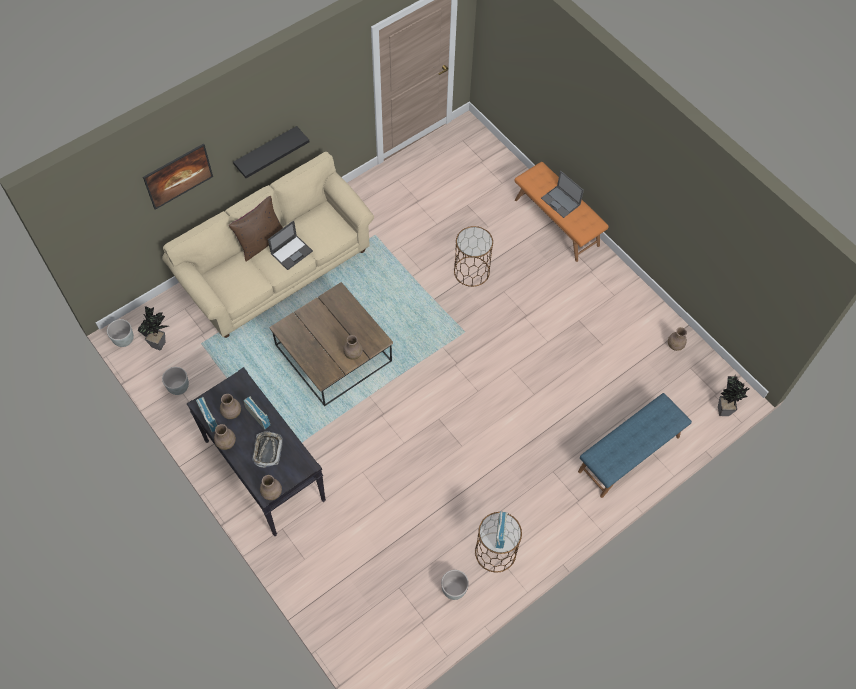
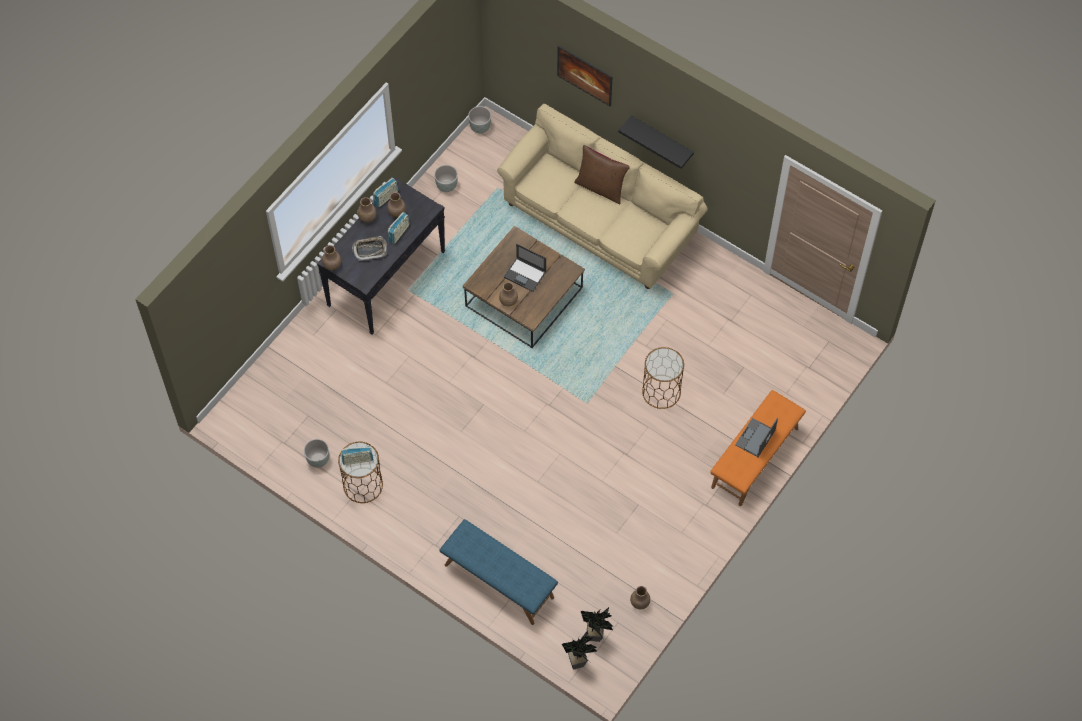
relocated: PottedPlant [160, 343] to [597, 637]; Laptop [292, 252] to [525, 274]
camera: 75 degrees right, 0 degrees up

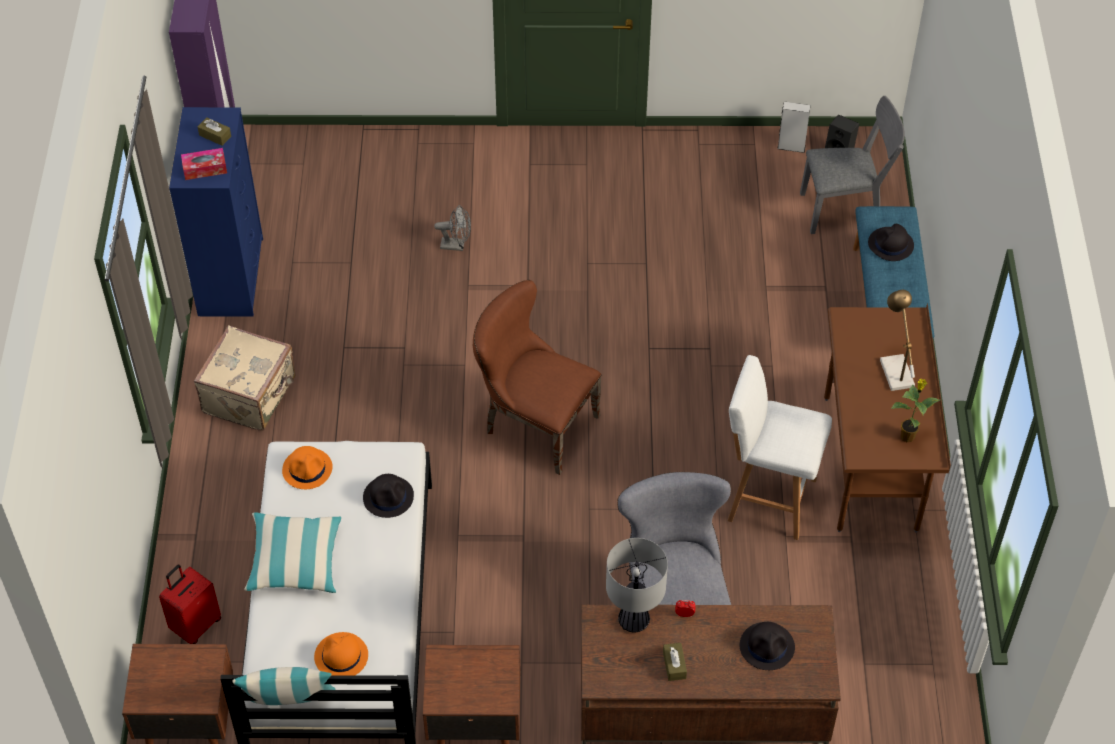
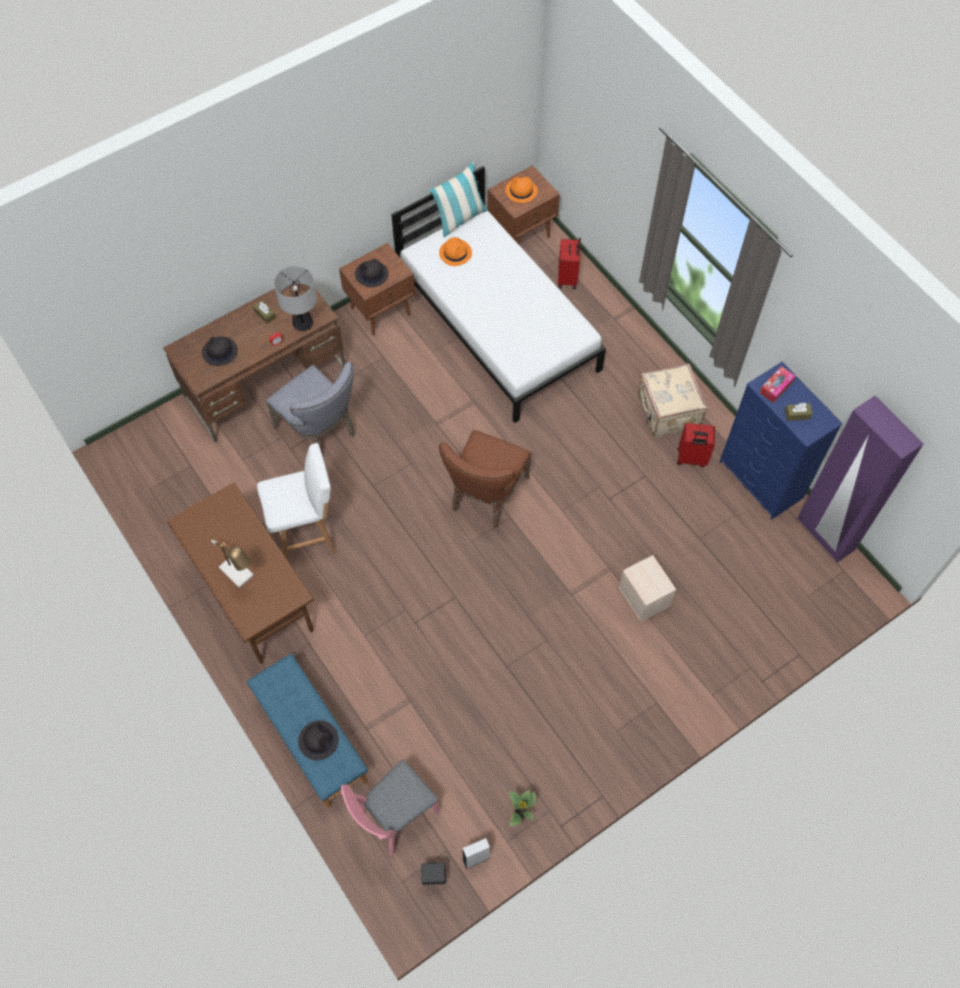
missing: Pillow [294, 560]
appeared: RedSuitcase [691, 459]
relocated: OrangeHat [308, 469] to [521, 191]; BlackHat [388, 497] to [371, 274]; PottedPlant [908, 436] to [520, 816]
exchanged: GreyFan [456, 245] to BeigeStorageBox [645, 596]
colour: GreyChair [846, 209] to PinkChair [394, 818]
spun: BrownChair [534, 424] = [486, 496] 120 degrees clockwise
camera: 145 degrees right, 10 degrees up

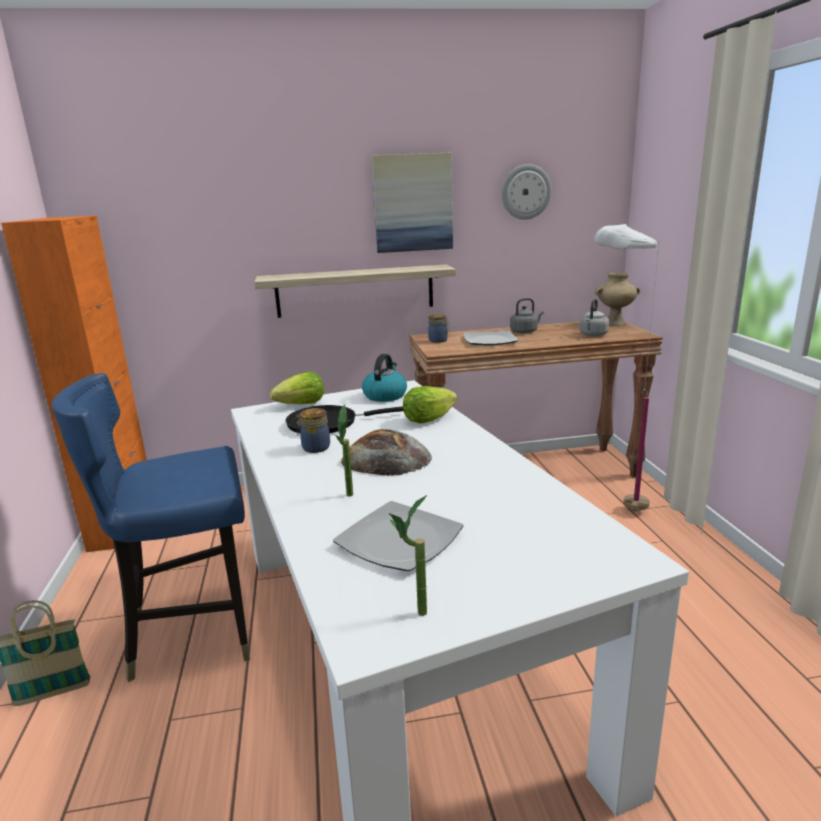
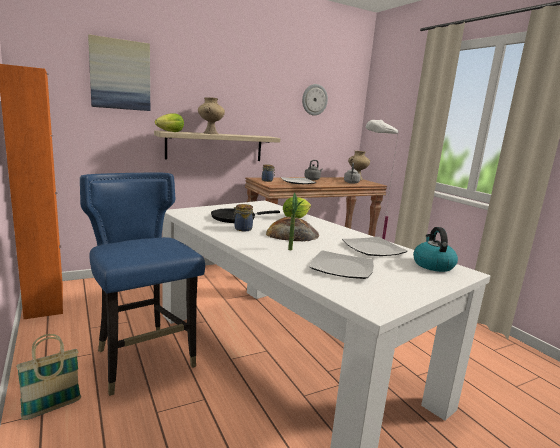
missing: PottedPlant [413, 615]
appeared: BeigeVase [210, 133]; Plate [373, 249]
relocated: Lettuce [302, 405] to [171, 132]; Kettle [385, 395] to [432, 265]; Picture [413, 203] to [120, 75]
spun: BlueChair [194, 633] = [143, 361] 90 degrees clockwise
camera: 20 degrees left, 5 degrees down

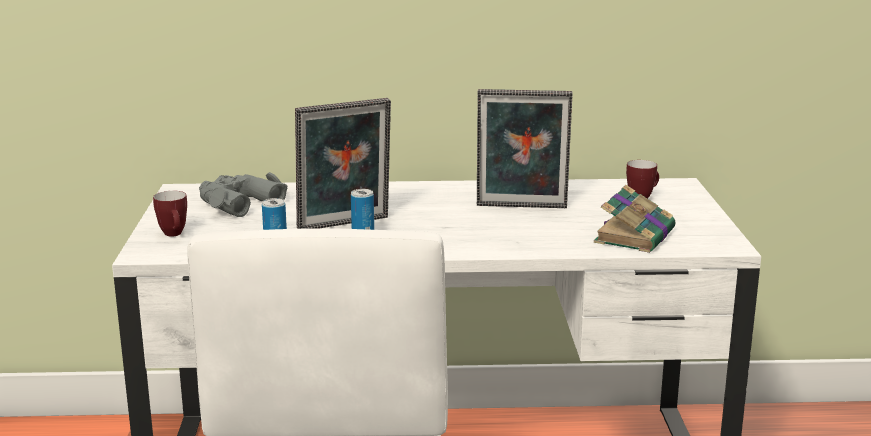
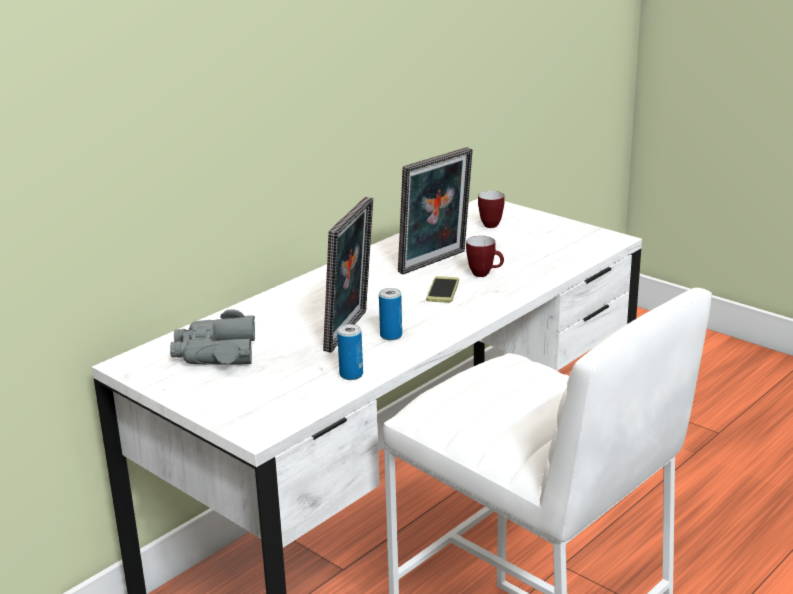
missing: Book [635, 235]
appeared: Phone [442, 290]
relocated: Mug [174, 235] to [484, 274]
camera: 45 degrees left, 5 degrees up

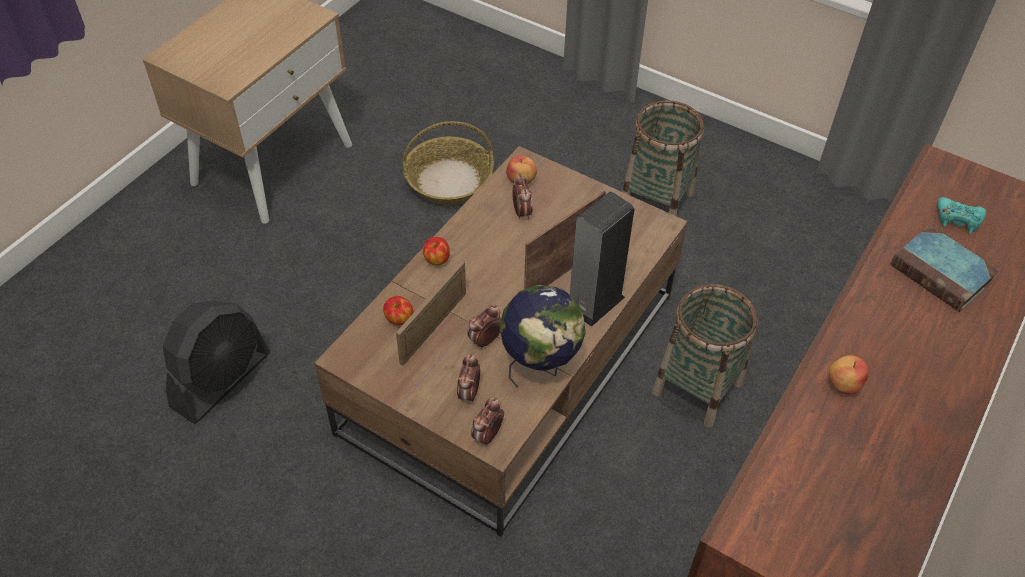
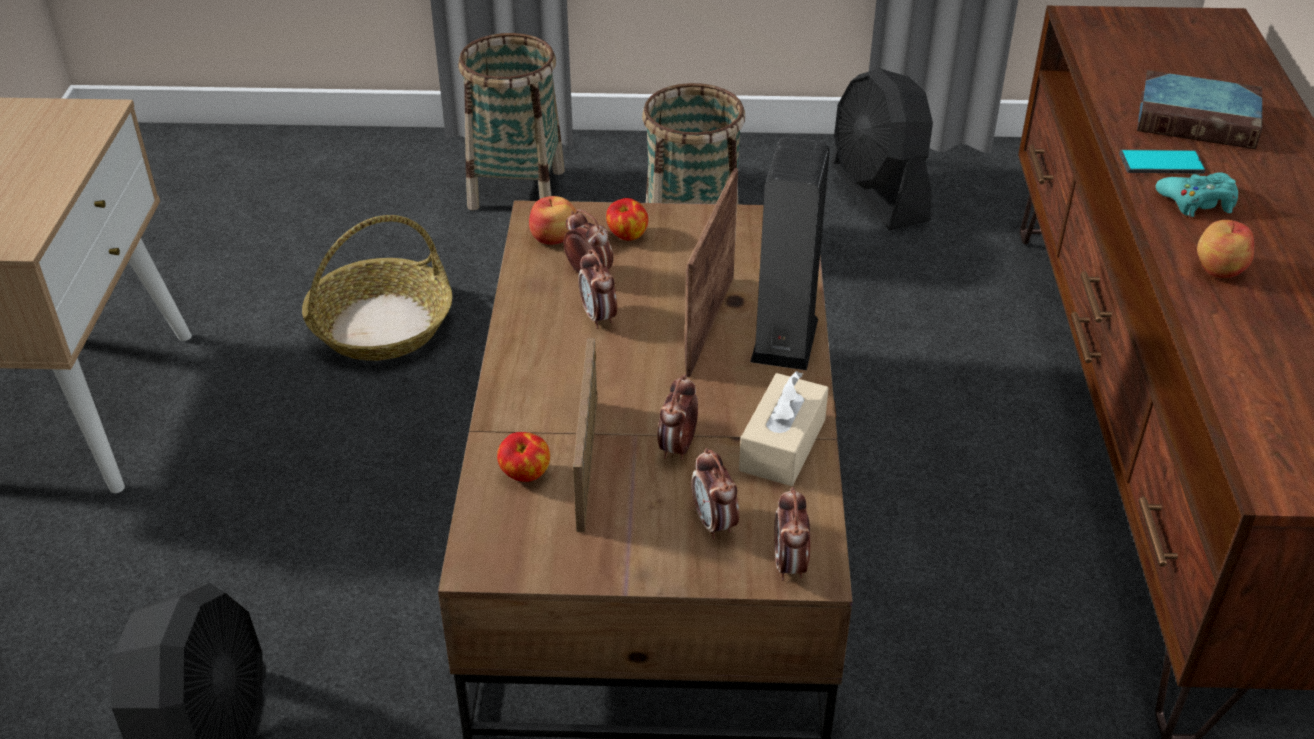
appeared: AlarmClock [599, 317]; BlackFan [878, 193]; Phone [1161, 163]
relocated: Apple [436, 260] to [627, 236]; Basket [698, 388] to [517, 189]; TurquoiseGameController [958, 219] to [1198, 202]
exchanged: Globe [540, 366] to BeigeTissueBox [782, 445]
camera: 30 degrees left, 10 degrees down

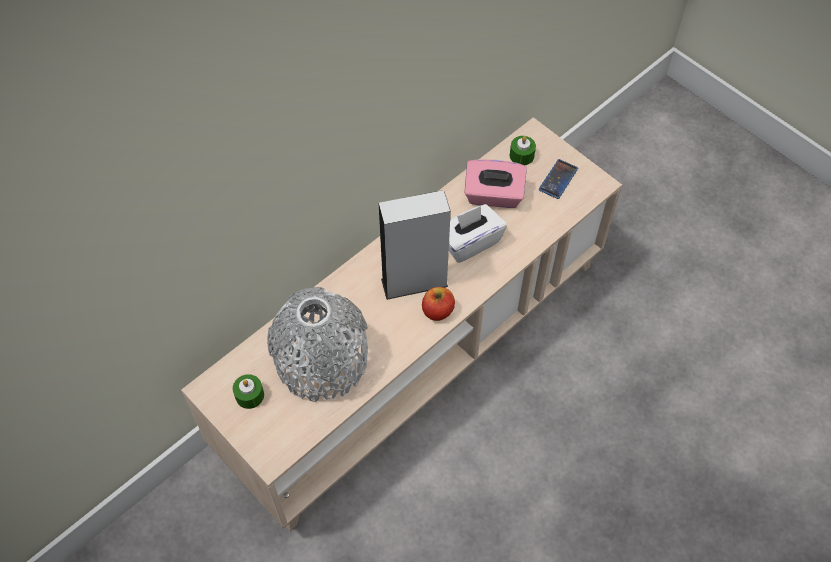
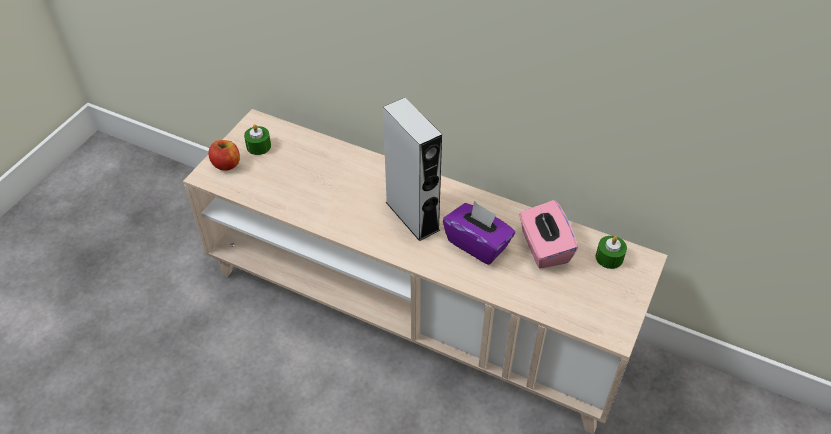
missing: GreyVase [322, 361]; Phone [558, 179]
relocated: Apple [437, 311] to [226, 164]
colour: WhiteTissueBox [469, 242] to PurpleTissueBox [477, 244]
camera: 70 degrees right, 10 degrees down

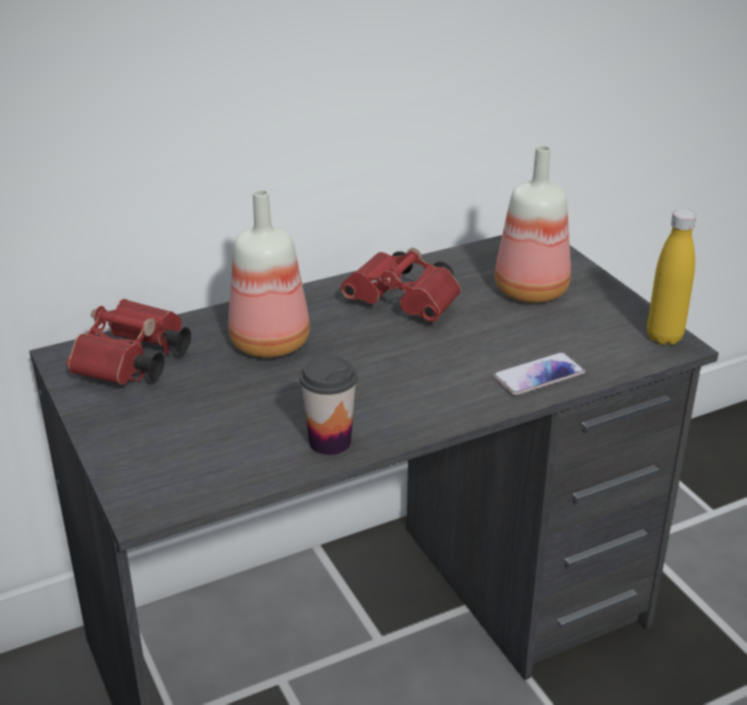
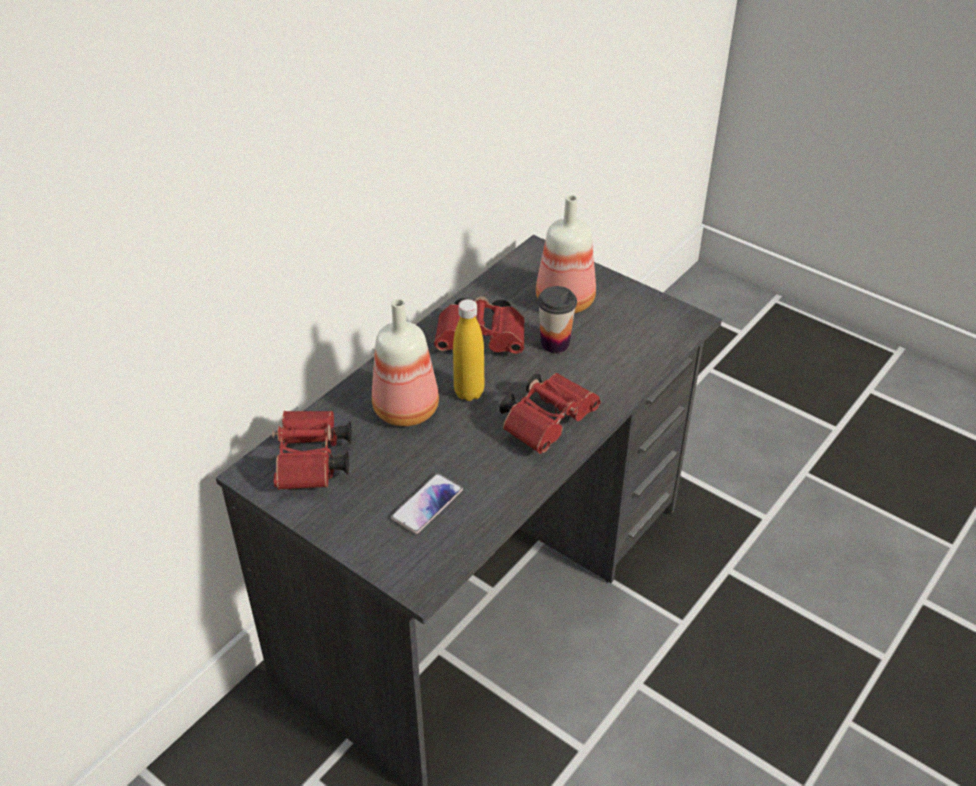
appeared: RedBinoculars [549, 422]
relocated: Cup [330, 442] to [555, 343]; Phone [538, 375] to [427, 504]; YellowBottle [664, 337] to [469, 392]
camera: 25 degrees left, 10 degrees up

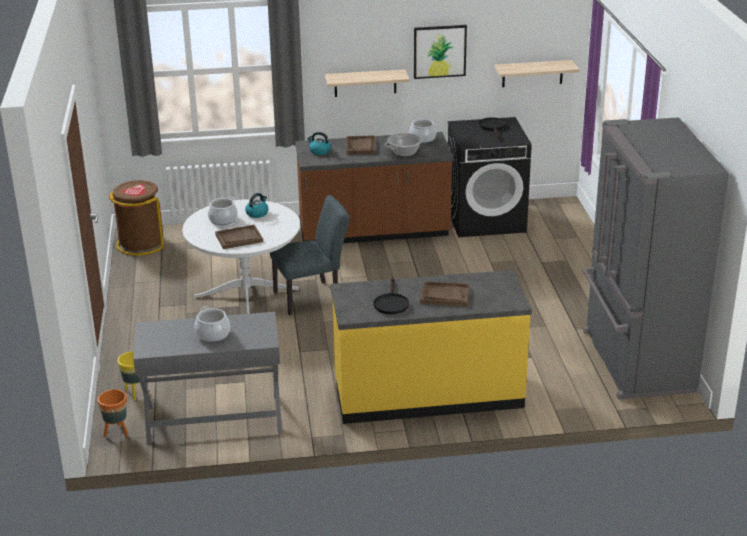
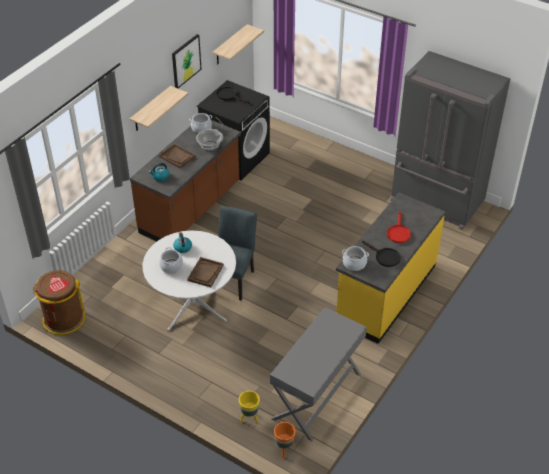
relocated: CookingPot [213, 334] to [354, 263]
exchanged: BrownTray [444, 295] to RedFryingPan [398, 232]
camera: 50 degrees left, 15 degrees up

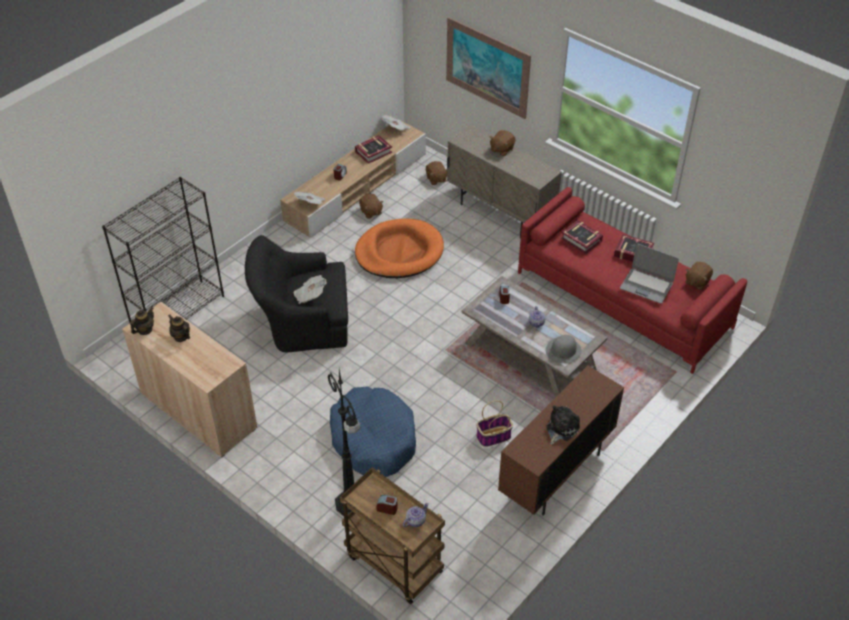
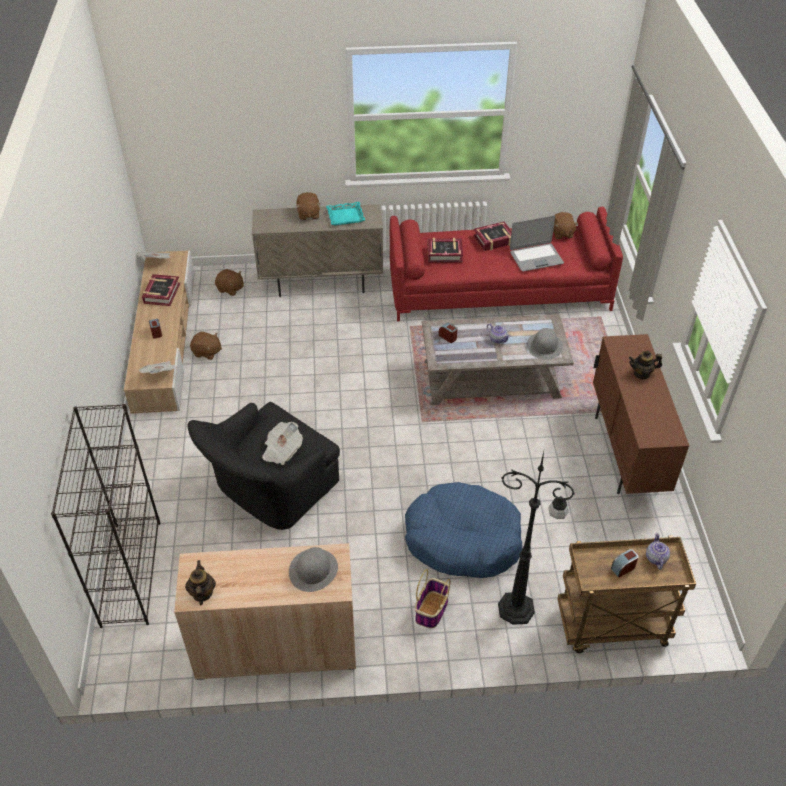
missing: OrangeDogBed [399, 252]; Picture [487, 67]; PlushToy [561, 428]
appeared: GreyHat [313, 569]; TurquoiseTray [345, 216]
relocated: Teapot [181, 337] to [642, 373]; Basket [493, 437] to [431, 610]
camera: 45 degrees left, 0 degrees up

